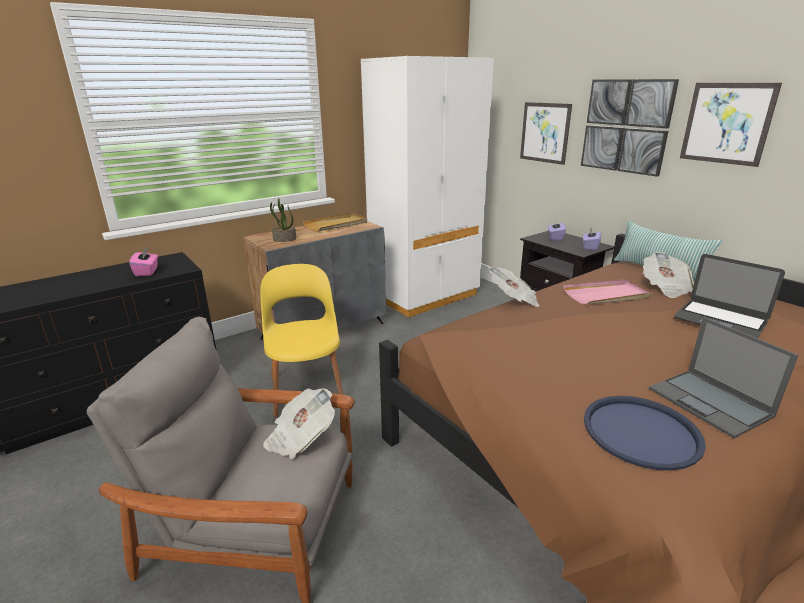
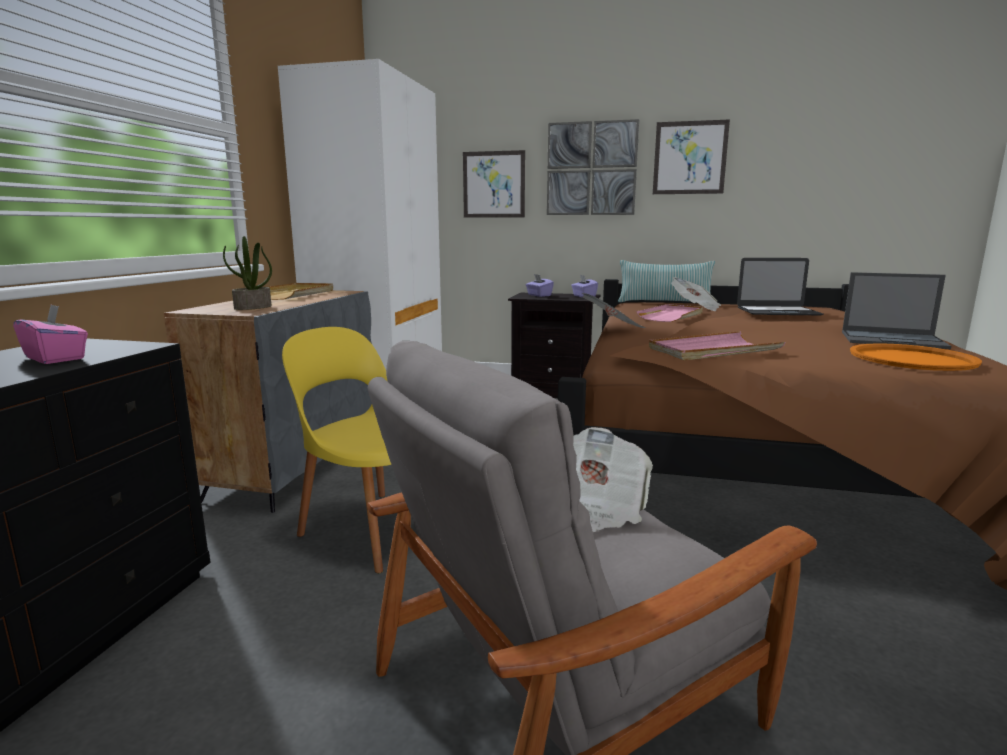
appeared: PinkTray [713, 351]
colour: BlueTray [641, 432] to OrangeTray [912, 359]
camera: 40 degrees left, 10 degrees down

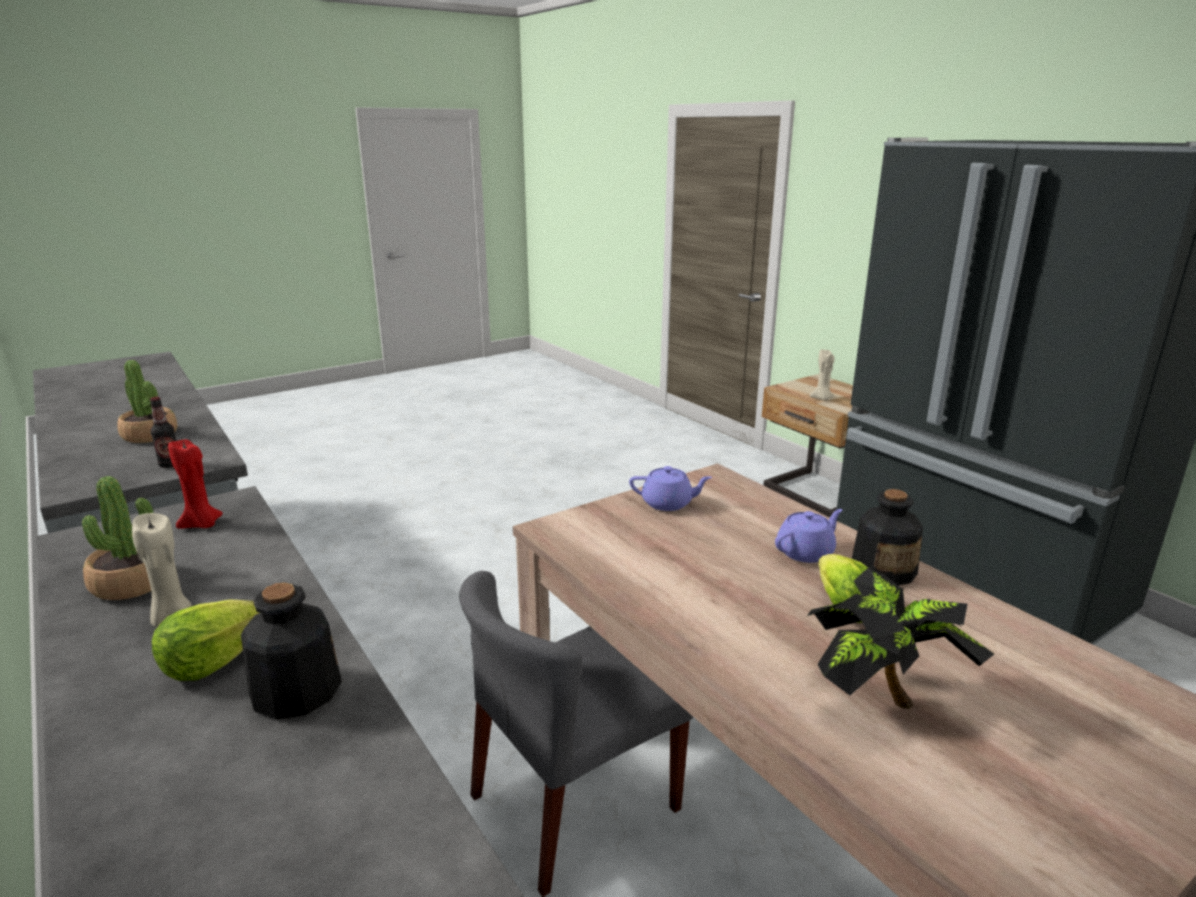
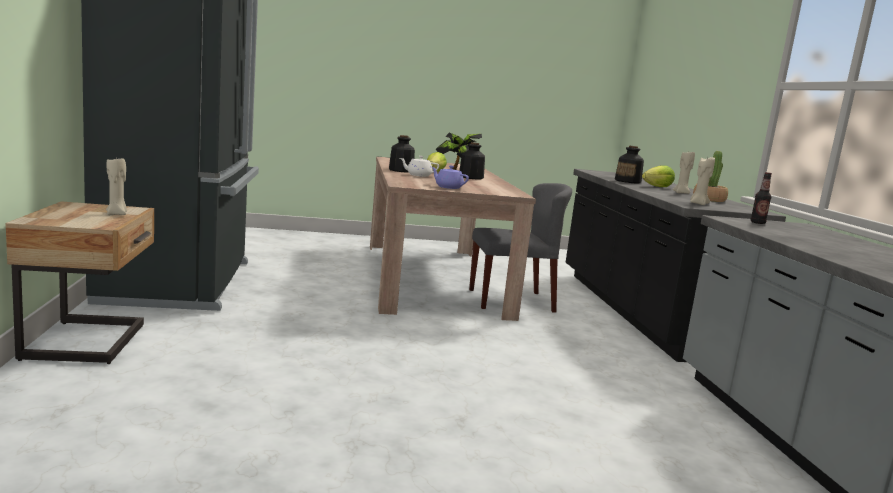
missing: PottedPlant [150, 435]
appeared: Bottle [470, 177]
colour: RedCandle [202, 525] to BeigeCandle [698, 203]; PurpleTeapot [806, 552] to WhiteTeapot [418, 175]
camera: 155 degrees left, 10 degrees down

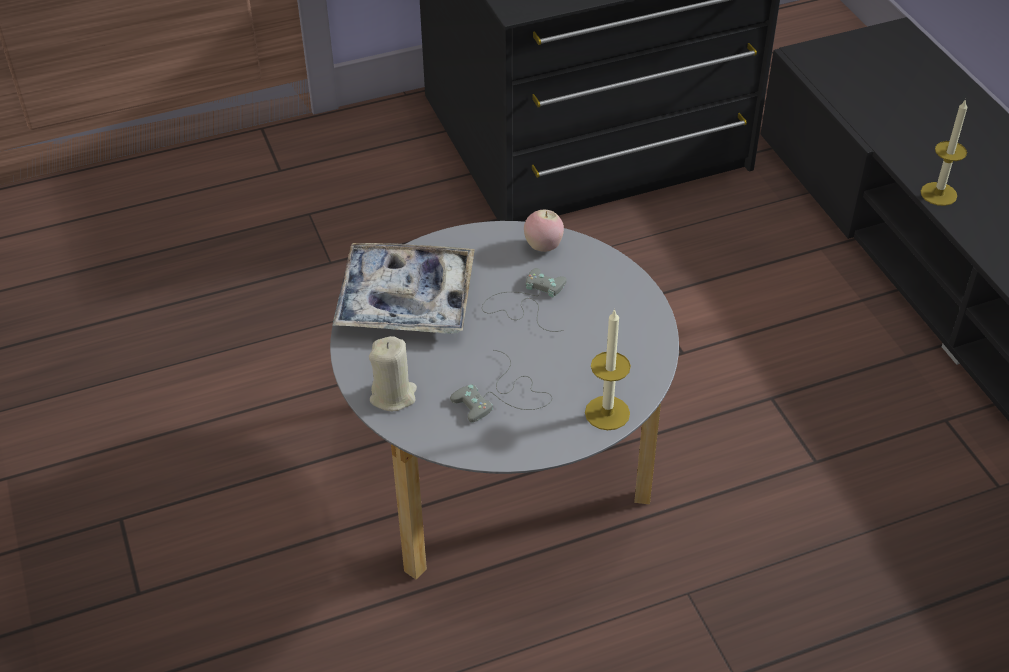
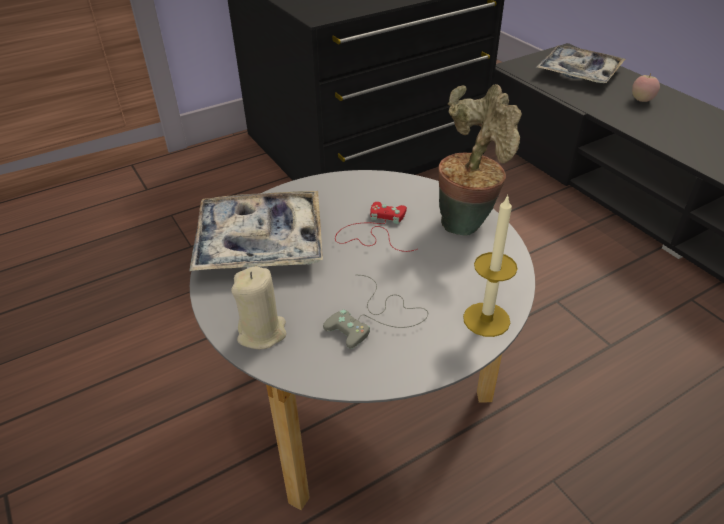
missing: Candle [938, 194]
appeared: PottedPlant [468, 221]; Tray [578, 73]
relocated: Apple [543, 246] to [641, 100]
colour: GreyGameController [526, 303] to RedGameController [375, 231]
camera: 10 degrees left, 5 degrees down

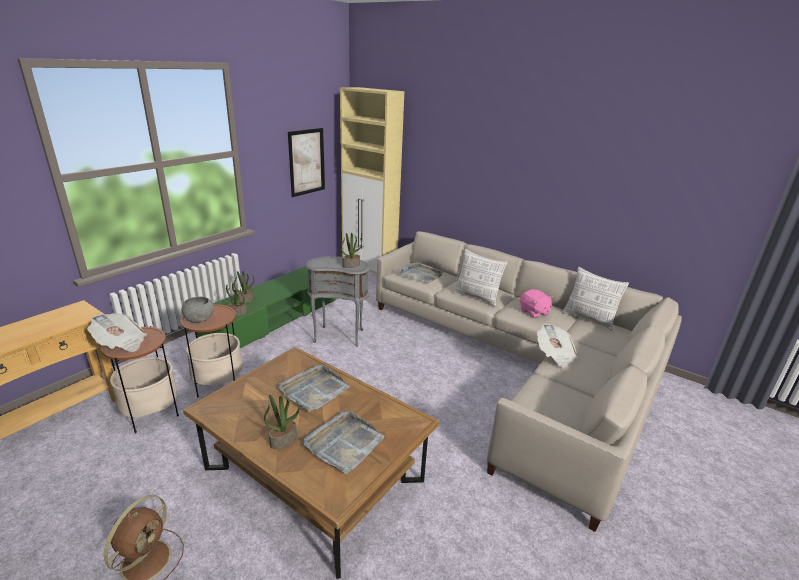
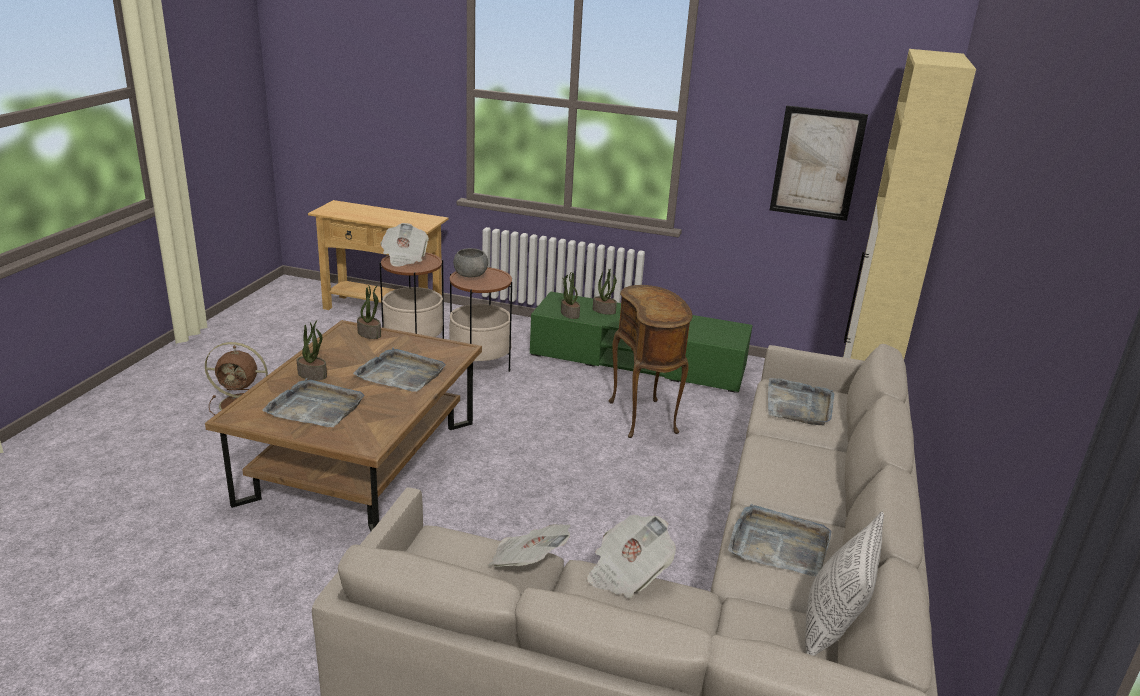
missing: Pillow [477, 297]
appeared: Newspaper [528, 562]
relocated: PottedPlant [351, 265] to [370, 334]
exchanged: PinkPlushToy [534, 312] to GreyTray [778, 544]
colour: GreySideTable [339, 335] to BrownSideTable [645, 418]
camera: 70 degrees right, 0 degrees up

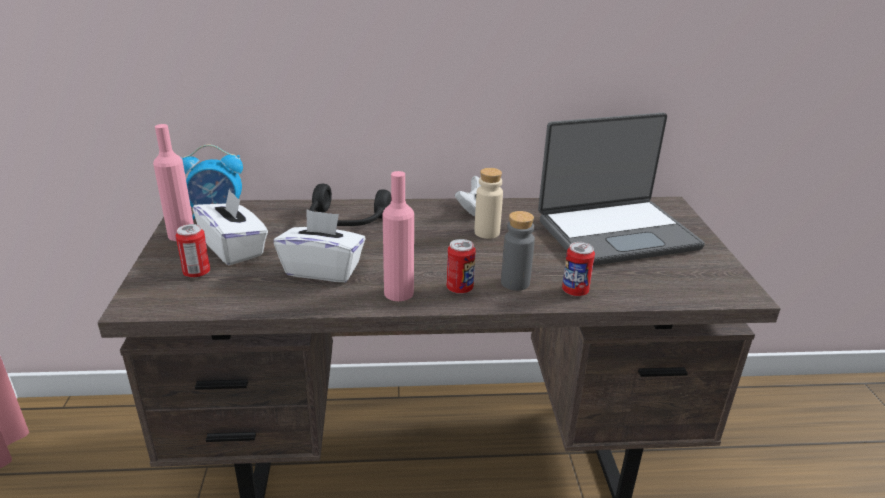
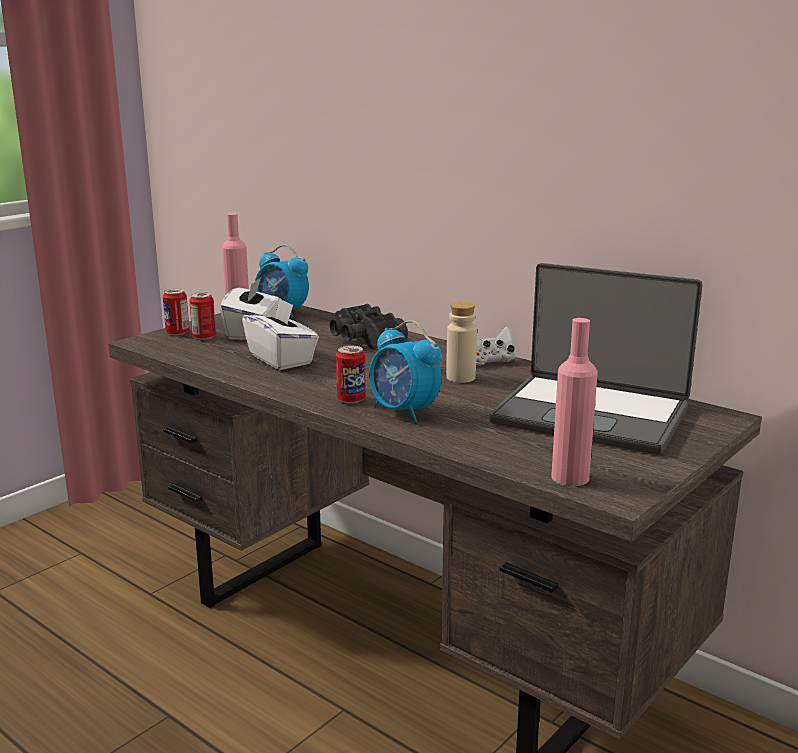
relocated: PinkBottle [398, 293] to [570, 477]; Can [575, 291] to [177, 333]
exchanged: BlackHeadphones [347, 221] to BlackBinoculars [362, 340]; GreyBottle [515, 283] to AlarmClock [404, 412]
camera: 45 degrees right, 10 degrees down

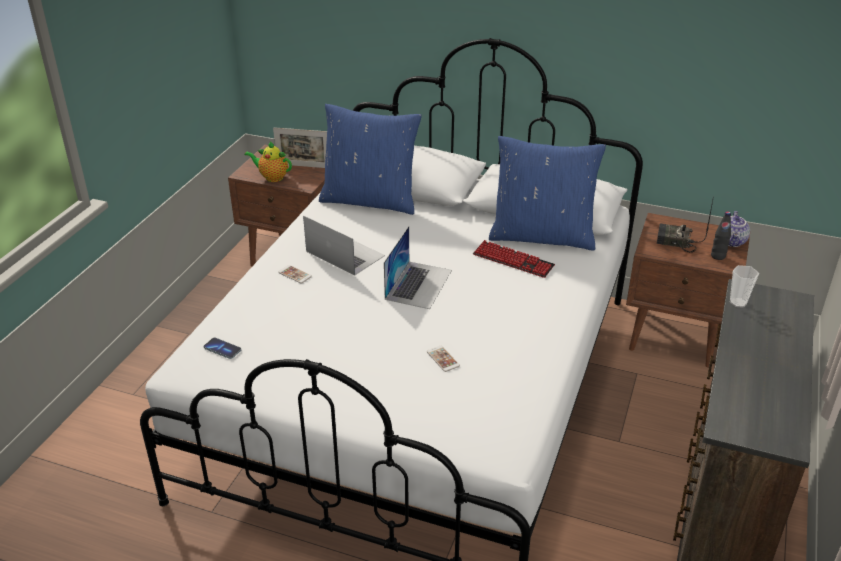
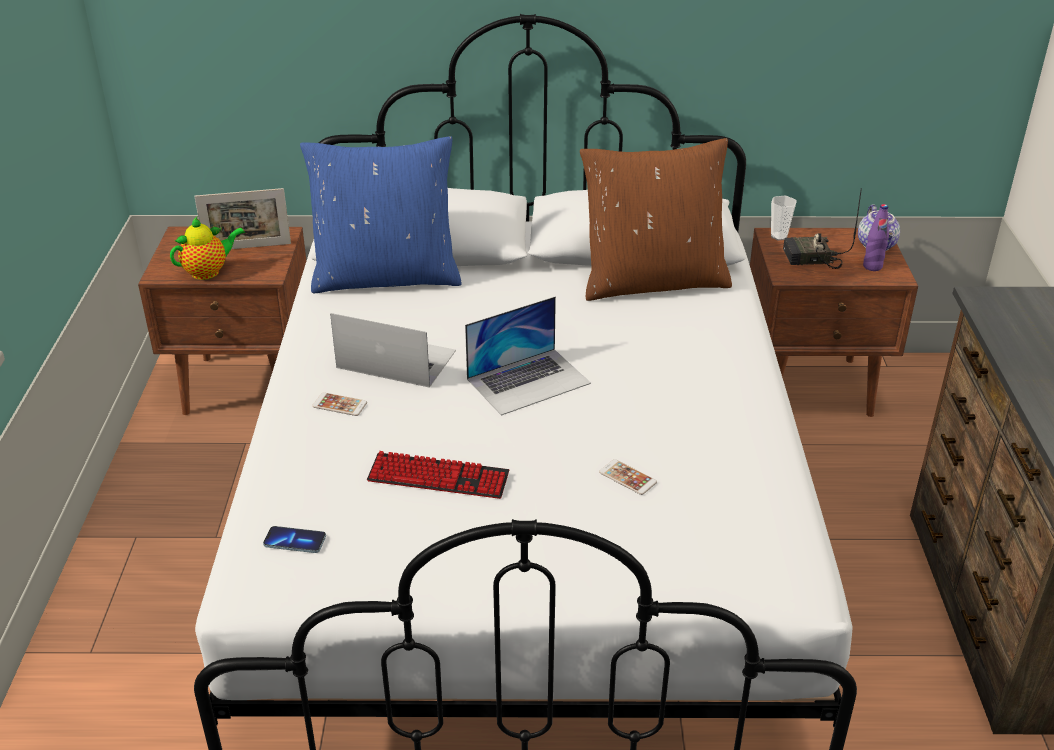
relocated: Keyboard [513, 260] to [438, 478]; Cup [738, 303] to [779, 236]
colour: BluePillow [542, 236] to BrownPillow [653, 281]; BlackBottle [718, 256] to PurpleBottle [872, 266]
spun: Teapot [272, 177] = [209, 272] 150 degrees clockwise; Laptop [418, 284] = [528, 381] 60 degrees clockwise
camera: 20 degrees left, 0 degrees up

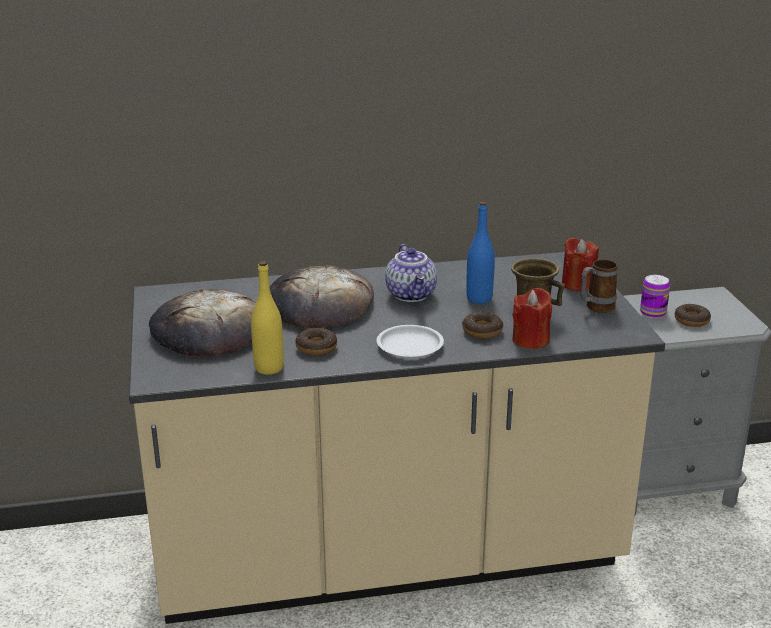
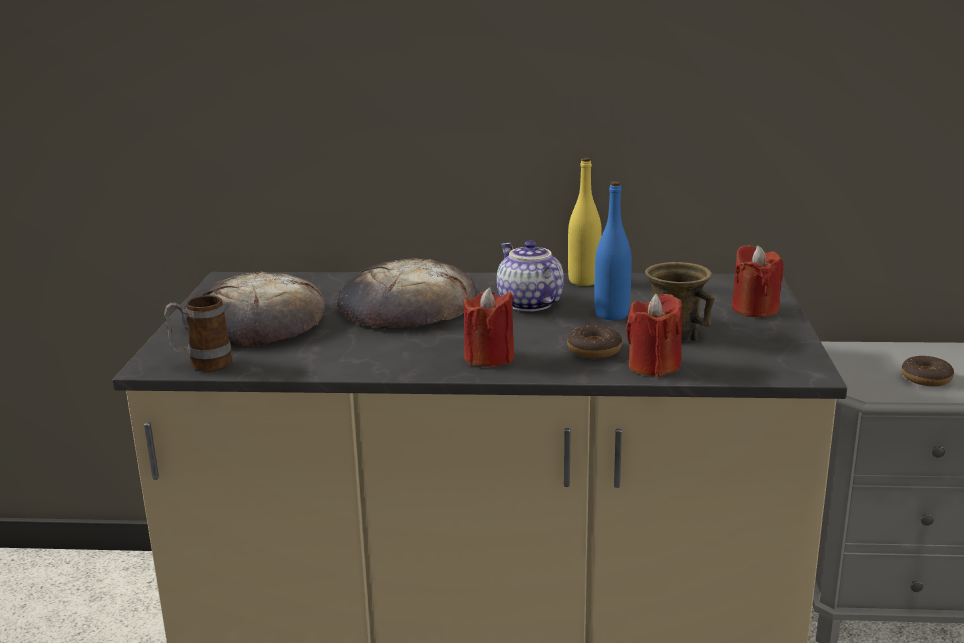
missing: Donut [316, 348]; Can [653, 313]
relocated: YellowBottle [269, 368] to [584, 281]; Mug [595, 308] to [202, 365]
exchanged: WhitePlate [410, 345] to RedCandle [489, 358]
spun: Teapot [412, 295] = [528, 304] 150 degrees clockwise
camera: 15 degrees right, 5 degrees down

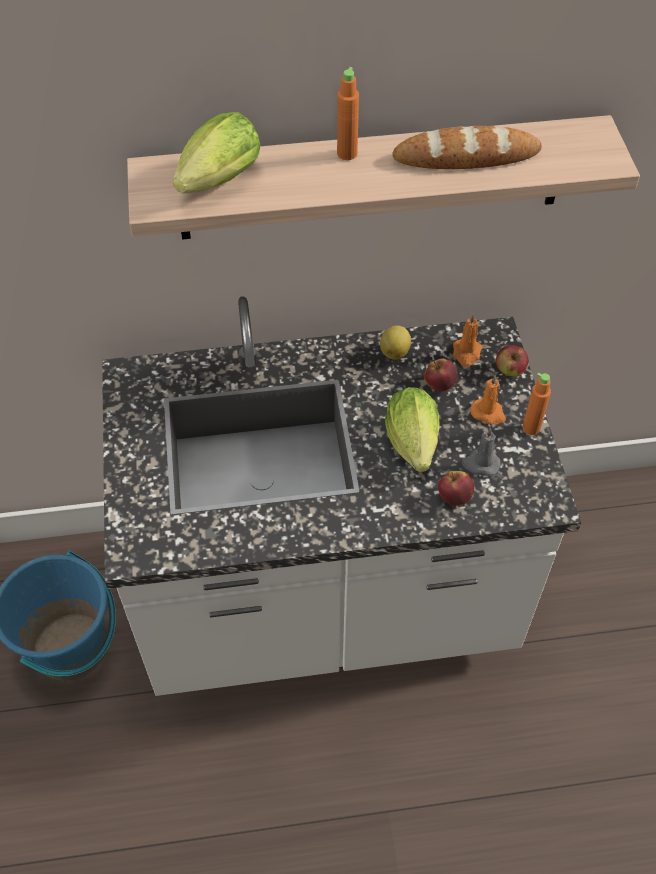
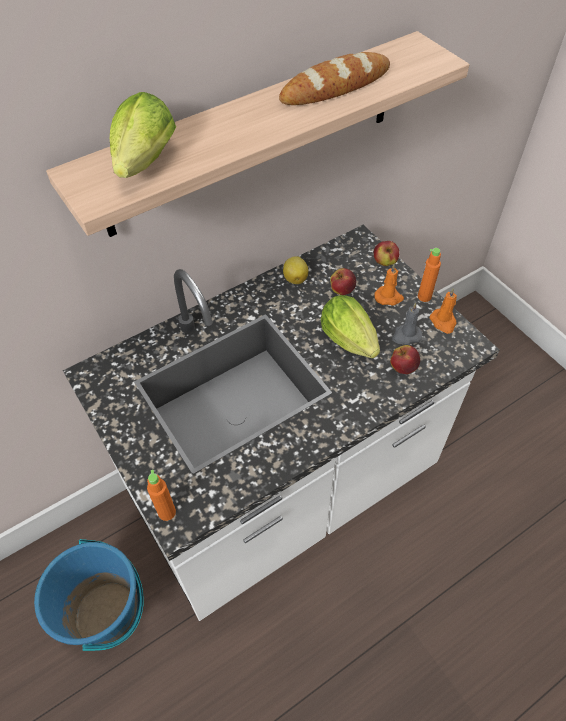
relocated: OrangeBottle [347, 154] to [167, 512]; OrangeCandle [466, 353] to [443, 322]
camera: 25 degrees left, 0 degrees up

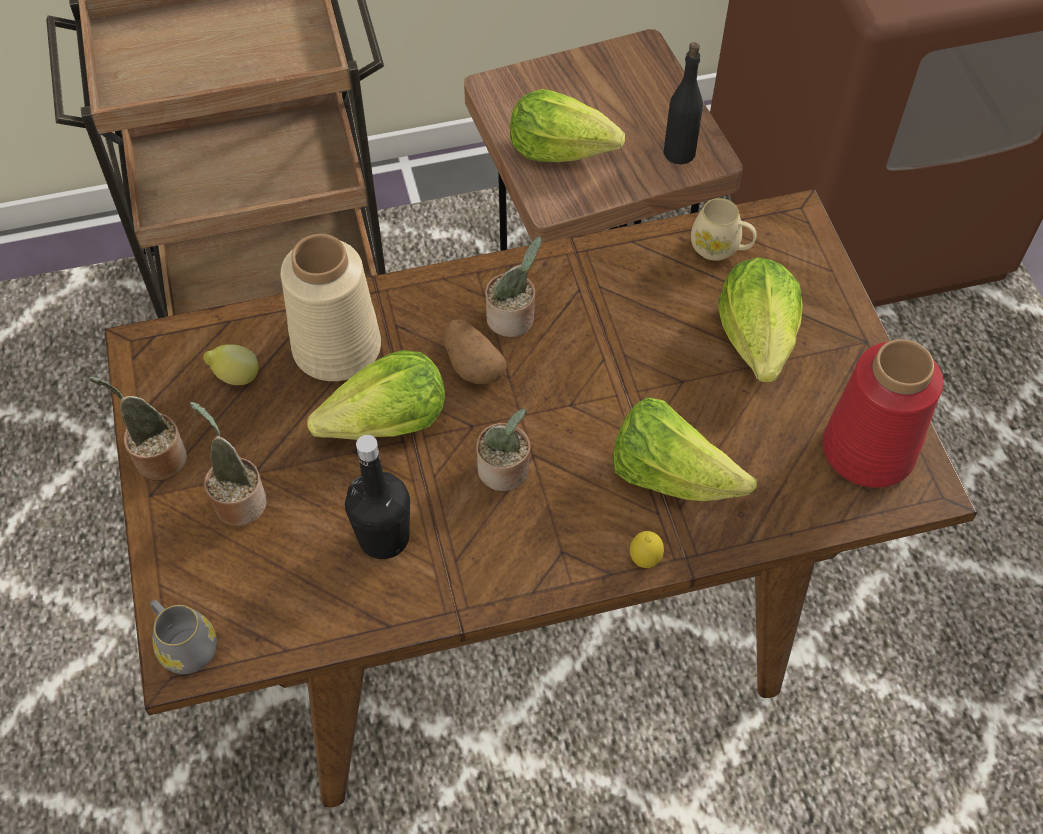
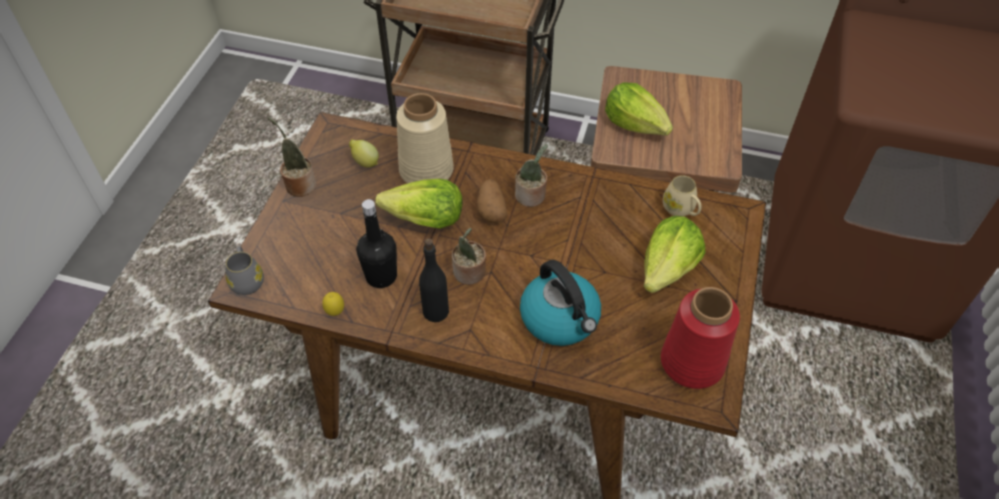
missing: PottedPlant [238, 500]
relocated: Lemon [644, 560] to [335, 312]; BlackBottle [679, 152] to [436, 311]
exchanged: Lettuce [670, 475] to Kettle [561, 319]
camera: 30 degrees right, 5 degrees down

